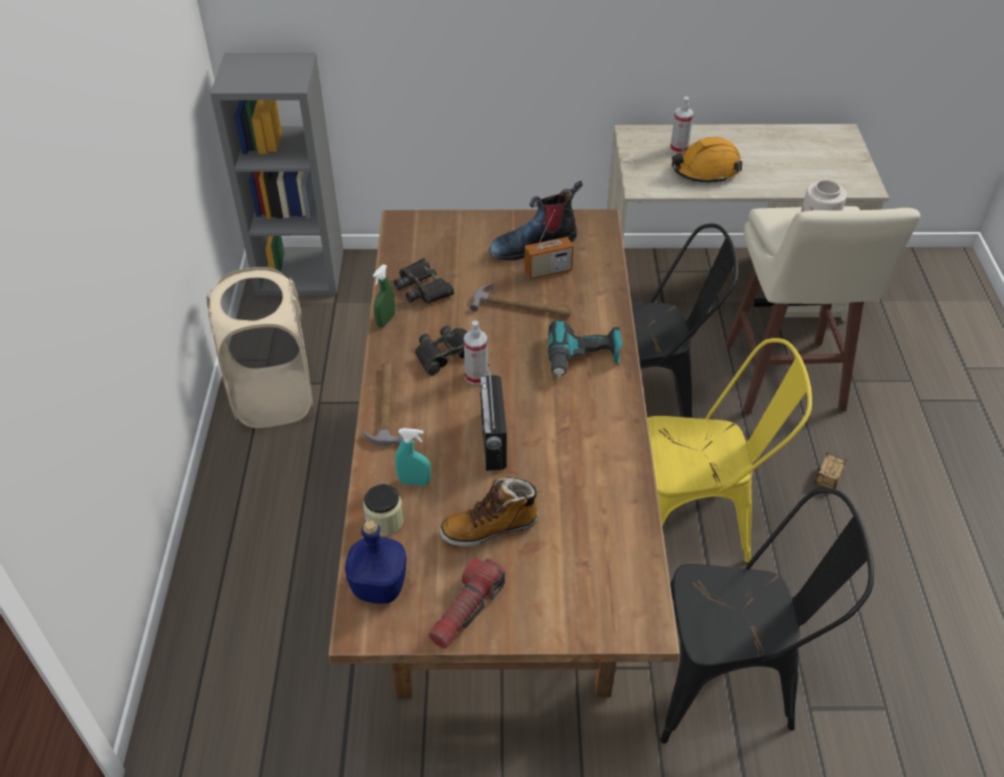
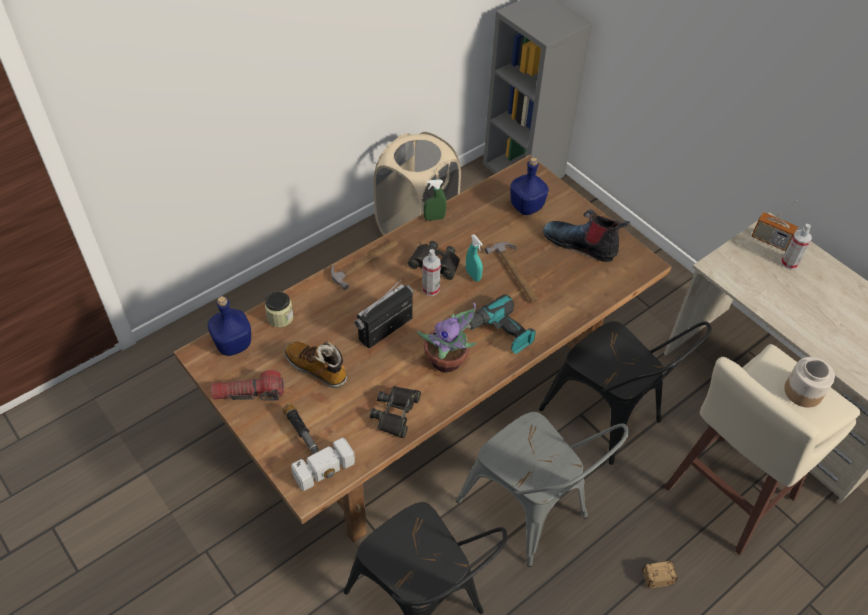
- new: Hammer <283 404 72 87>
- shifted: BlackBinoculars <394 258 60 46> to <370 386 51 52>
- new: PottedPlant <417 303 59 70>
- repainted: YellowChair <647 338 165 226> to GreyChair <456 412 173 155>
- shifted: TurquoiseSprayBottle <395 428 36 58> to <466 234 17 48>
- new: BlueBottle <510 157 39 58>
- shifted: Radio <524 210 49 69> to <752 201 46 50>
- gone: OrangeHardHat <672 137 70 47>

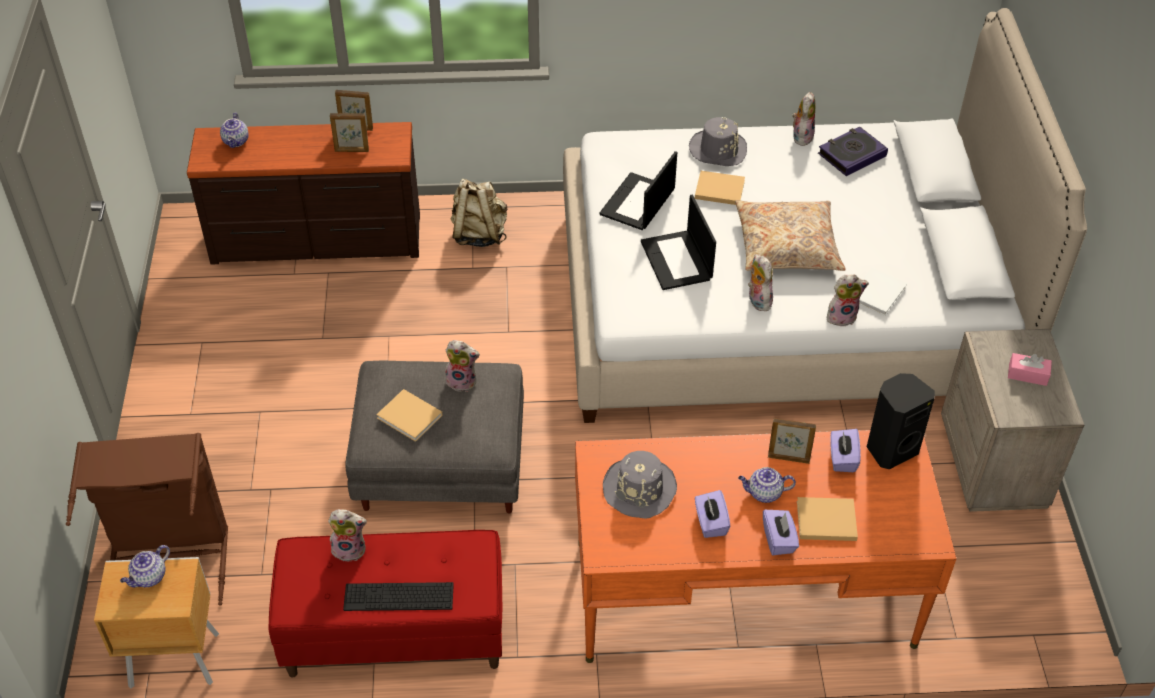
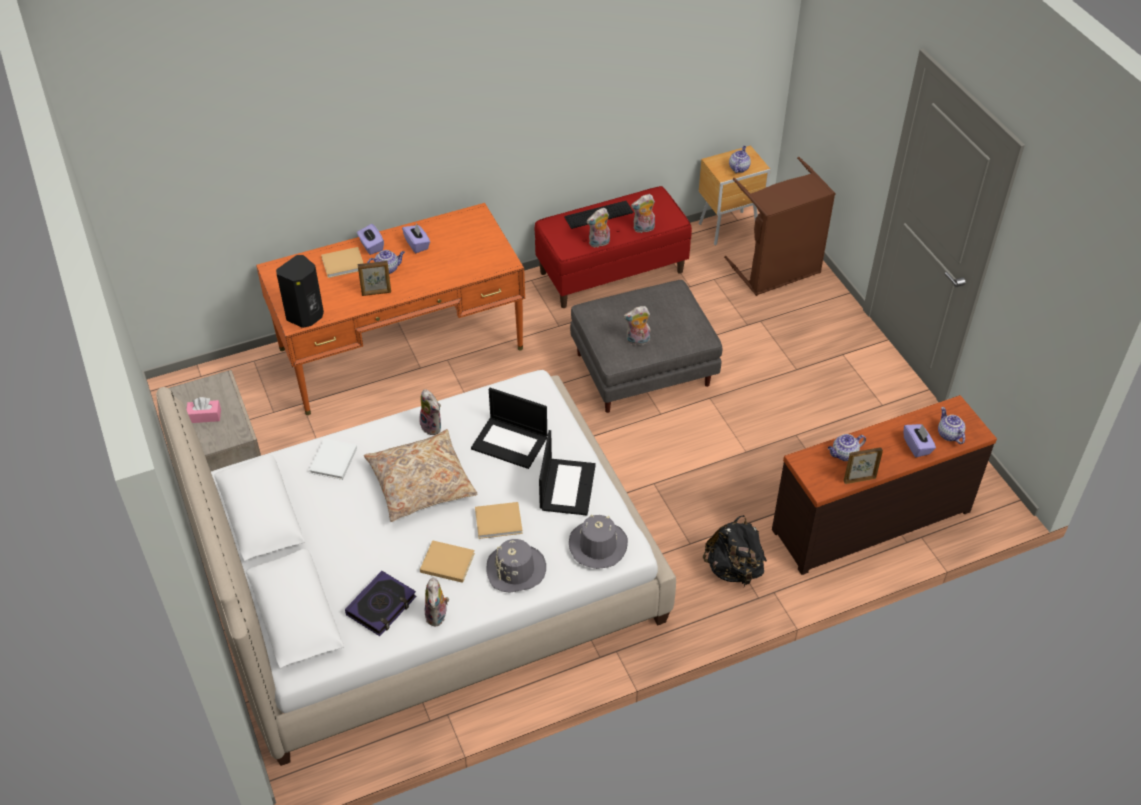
- shifted: BeigeBook <376 389 67 53> to <420 540 55 43>
- rotated: Laptop <641 195 75 95> = <471 388 76 81> 150 degrees clockwise
- shifted: GreyHat <603 451 74 68> to <569 514 59 55>
- shifted: PlushToy <827 274 42 53> to <587 208 23 40>
- repainted: BeigeBackpack <450 179 58 68> to BlackBackpack <703 515 64 72>
- swapped: PictureFrame <330 113 39 39> to Teapot <828 434 38 27>
- shifted: PurpleTissueBox <830 429 31 43> to <904 424 32 33>

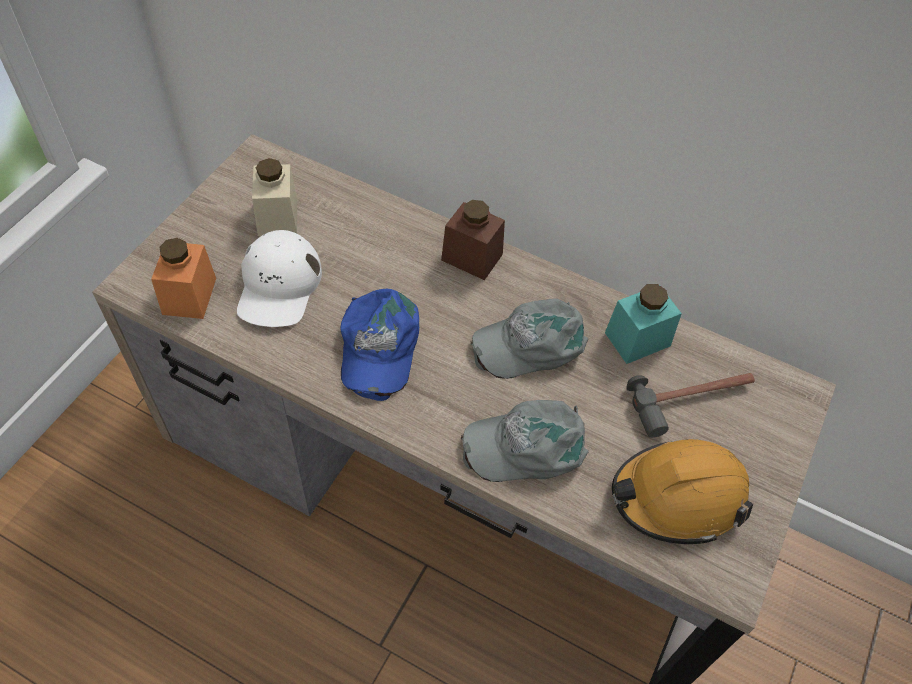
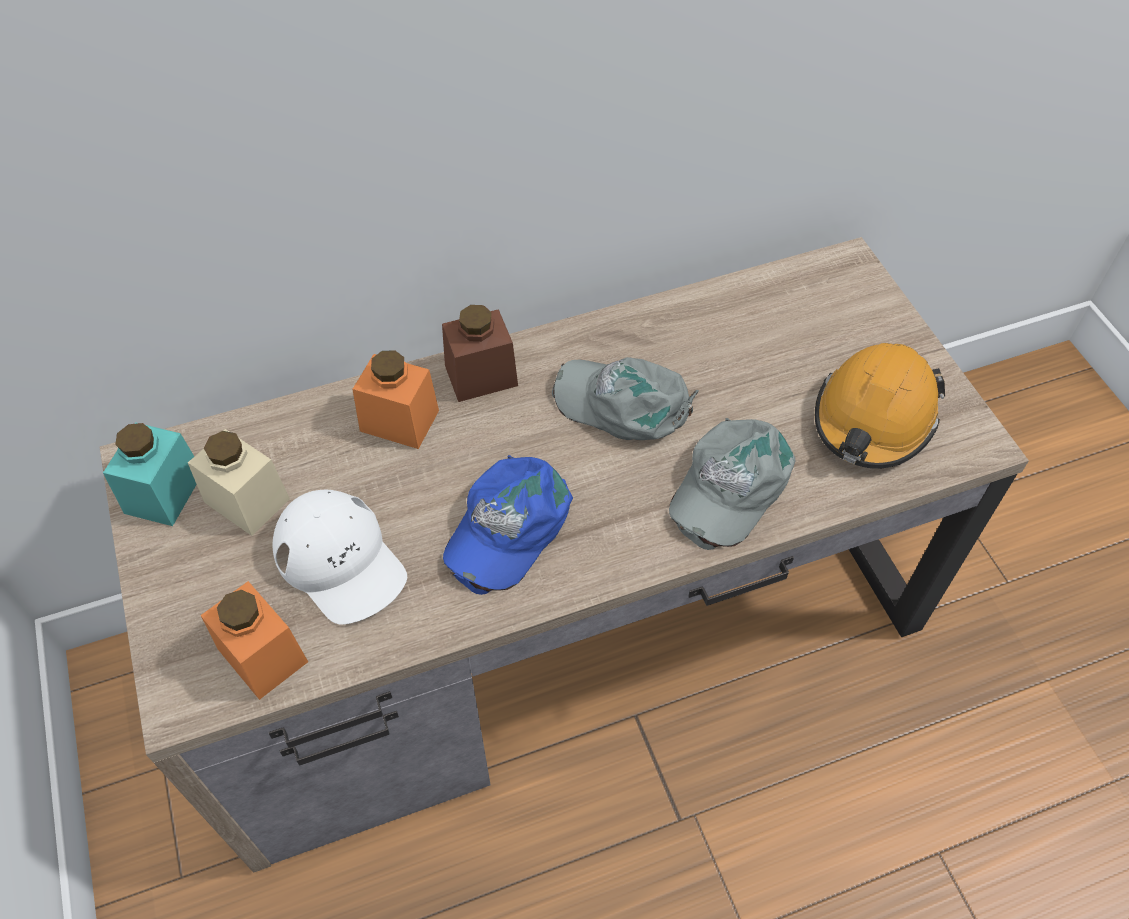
- shifted: TurquoiseJar <605 284 77 80> to <103 422 94 104>
- new: OrangeJar <352 350 87 99>
- rotated: BlueCap <341 289 78 112> = <443 455 130 140> 75 degrees clockwise
- rotated: GreyCap <471 298 117 81> = <552 357 147 83> 90 degrees clockwise
- gone: Hammer <627 373 128 65>

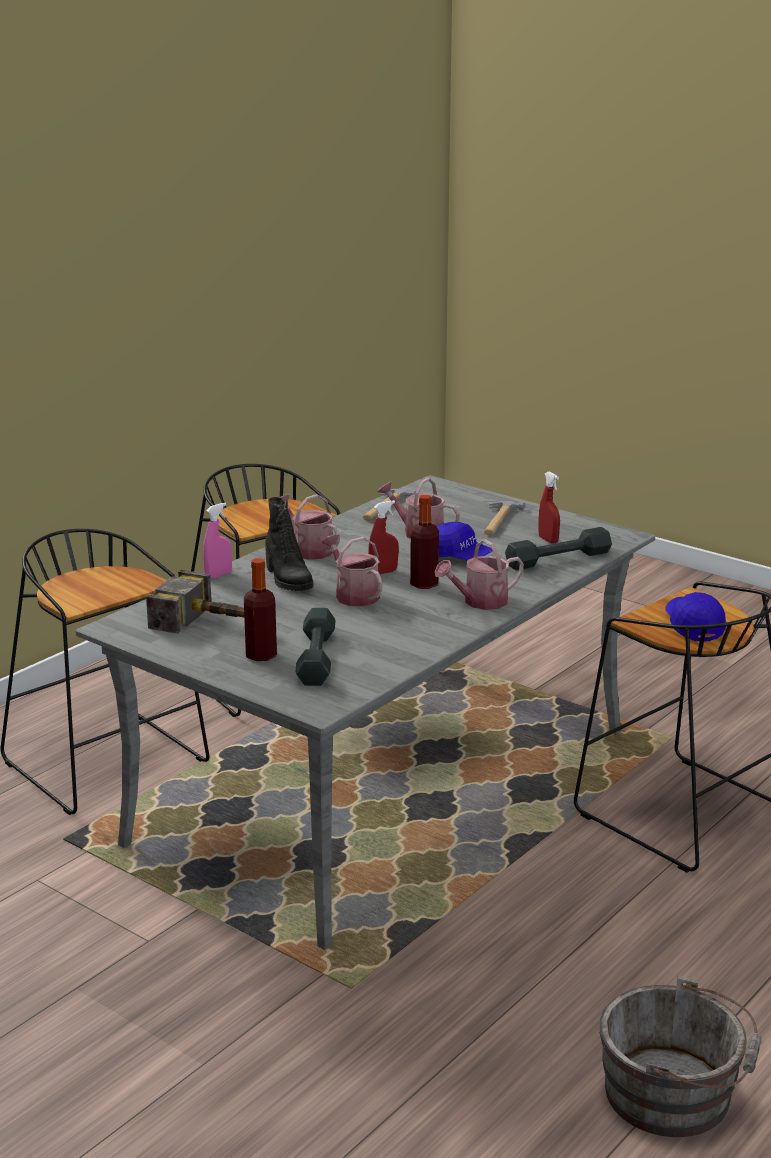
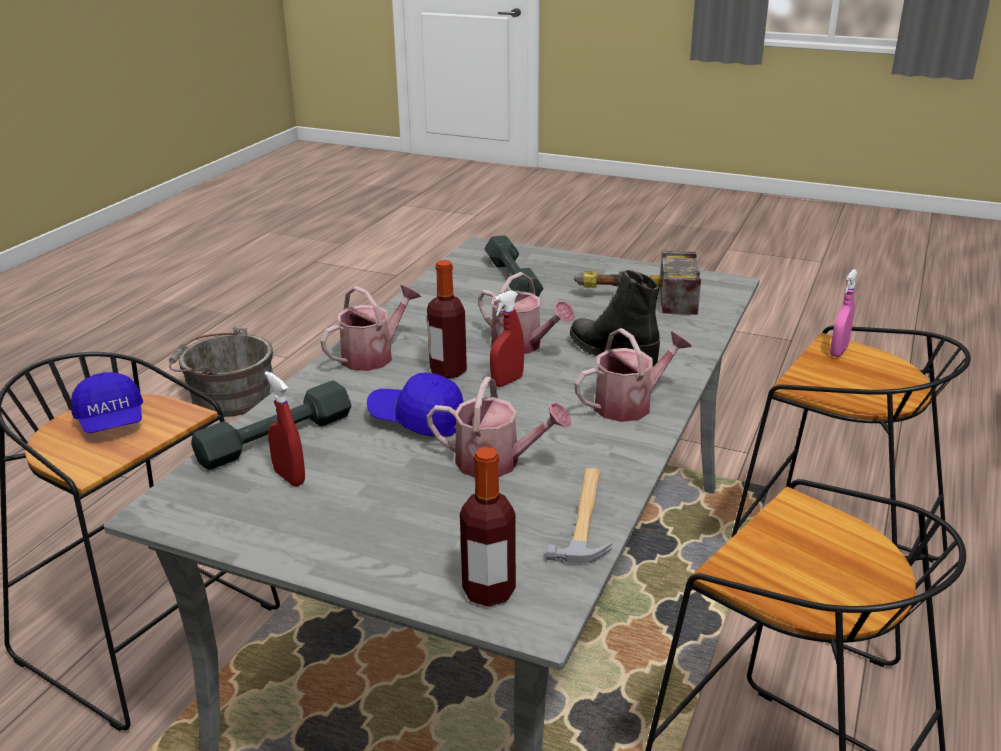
- shifted: Bottle <244 558 33 103> to <460 447 56 160>
- rotated: WateringCan <279 494 61 66> = <575 328 117 94> 60 degrees counterclockwise
- shifted: PinkSprayBottle <203 503 29 76> to <830 269 28 88>
- gone: Hammer <484 501 41 34>

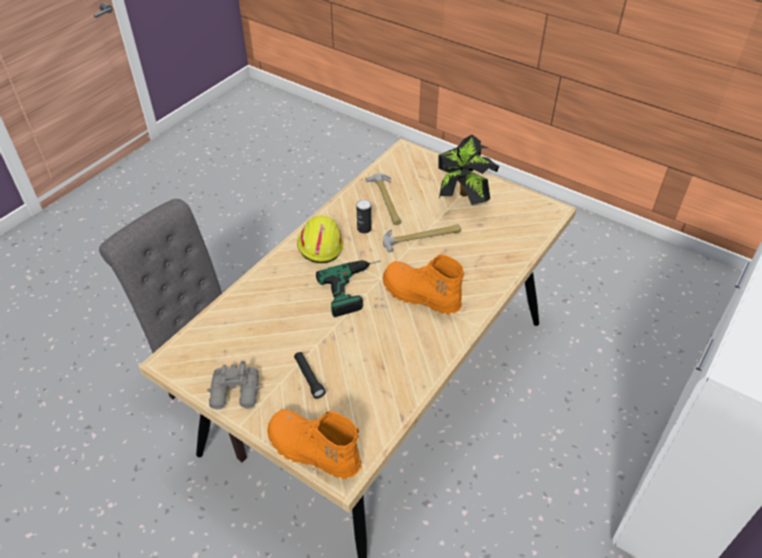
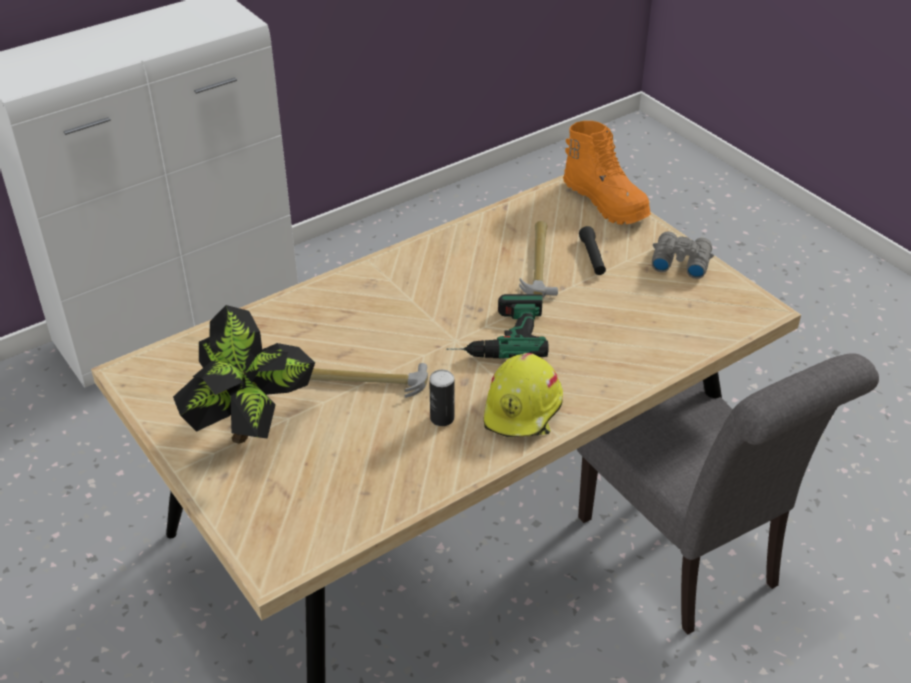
- shifted: Hammer <365 173 36 52> to <519 221 39 77>
- gone: OrangeBoot <382 254 82 61>

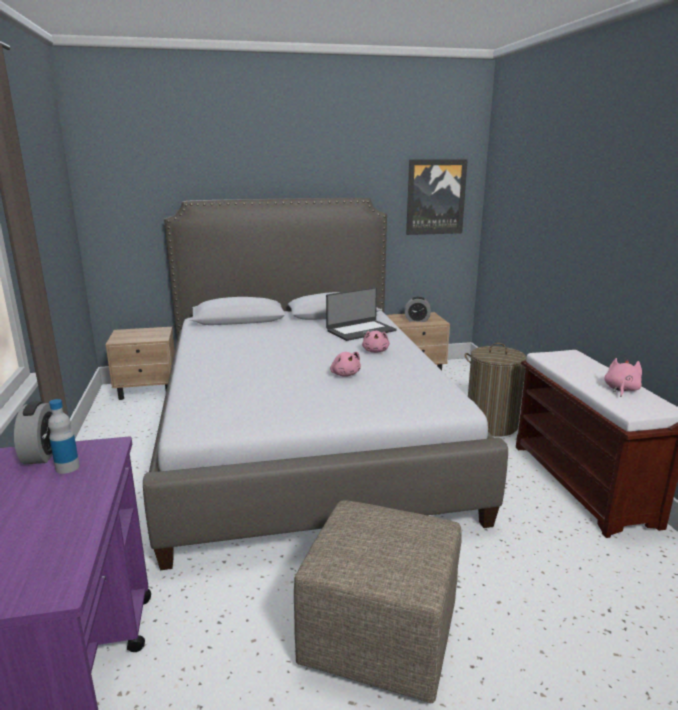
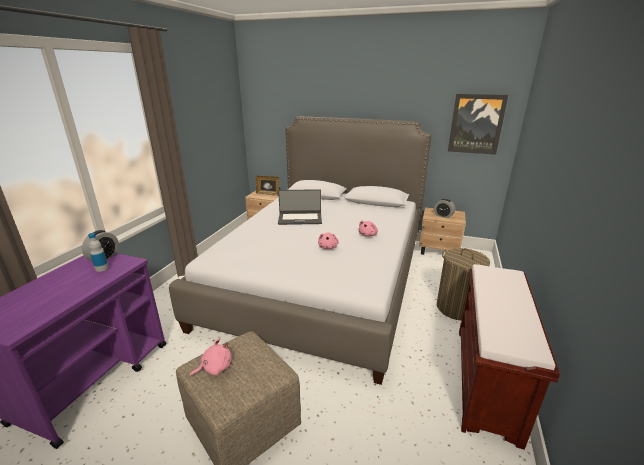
- shifted: PinkPlushToy <604 358 38 39> to <189 338 43 39>
- new: PictureFrame <256 176 23 20>
- shifted: Laptop <326 287 71 54> to <278 189 44 36>

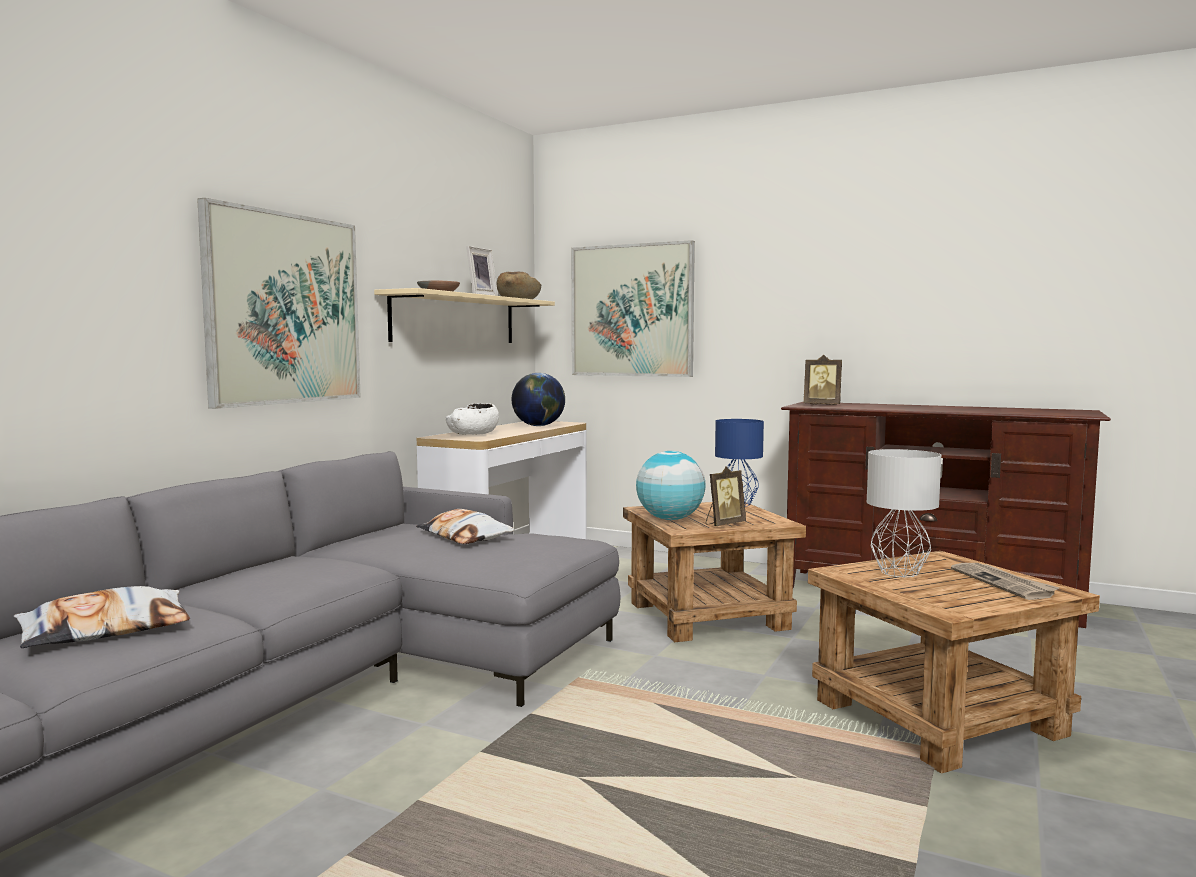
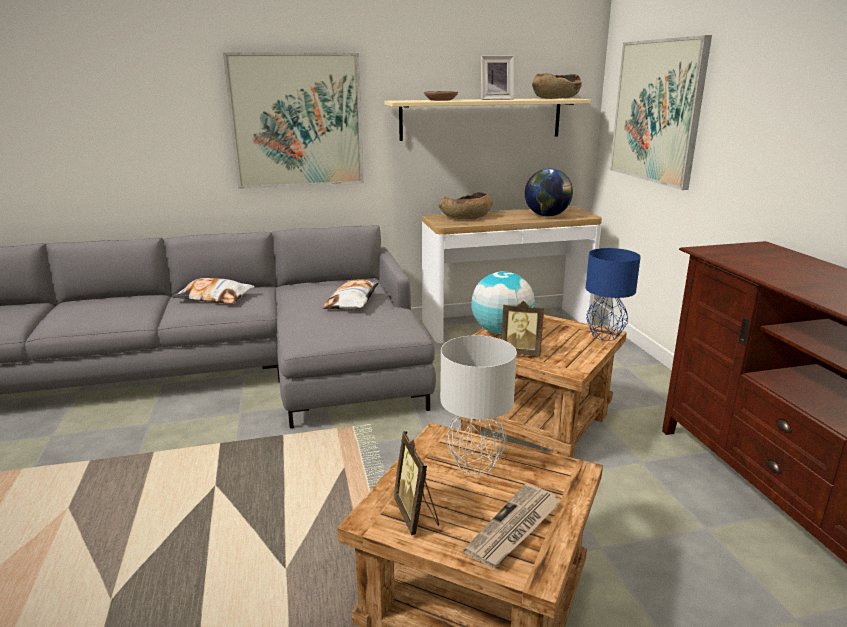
- shifted: Pillow <13 586 177 62> to <172 278 83 25>
- shifted: PictureFrame <804 355 38 50> to <394 431 45 104>
- repainted: WhiteBowl <446 403 53 32> to BrownBowl <439 192 54 27>

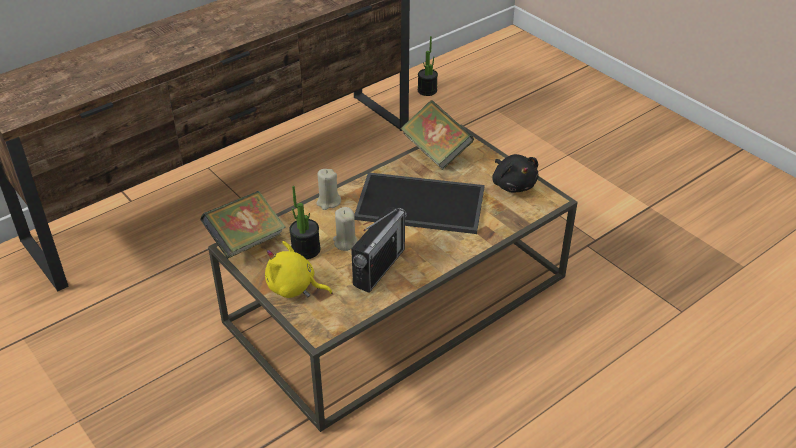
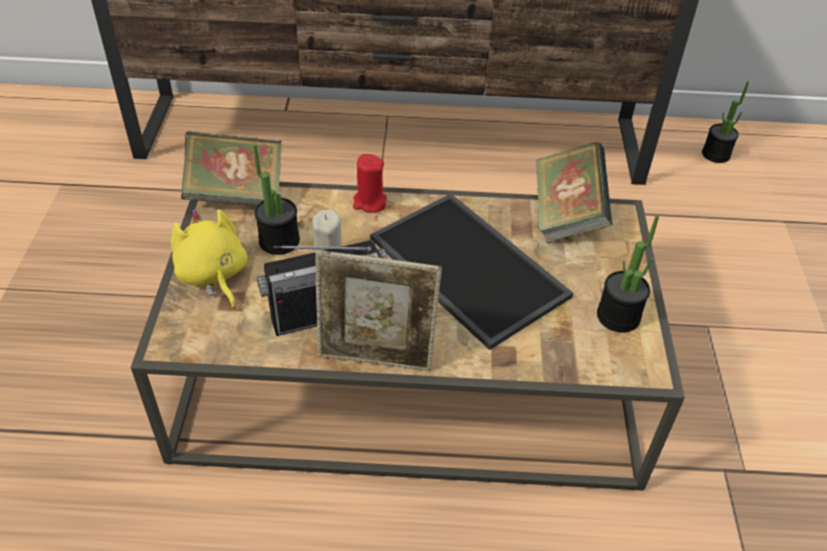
- new: PictureFrame <315 250 127 121>
- repainted: BeigeCandle <317 169 24 41> to RedCandle <353 154 34 59>
- swapped: BlackPlushToy <492 154 47 38> to PottedPlant <597 215 62 117>

